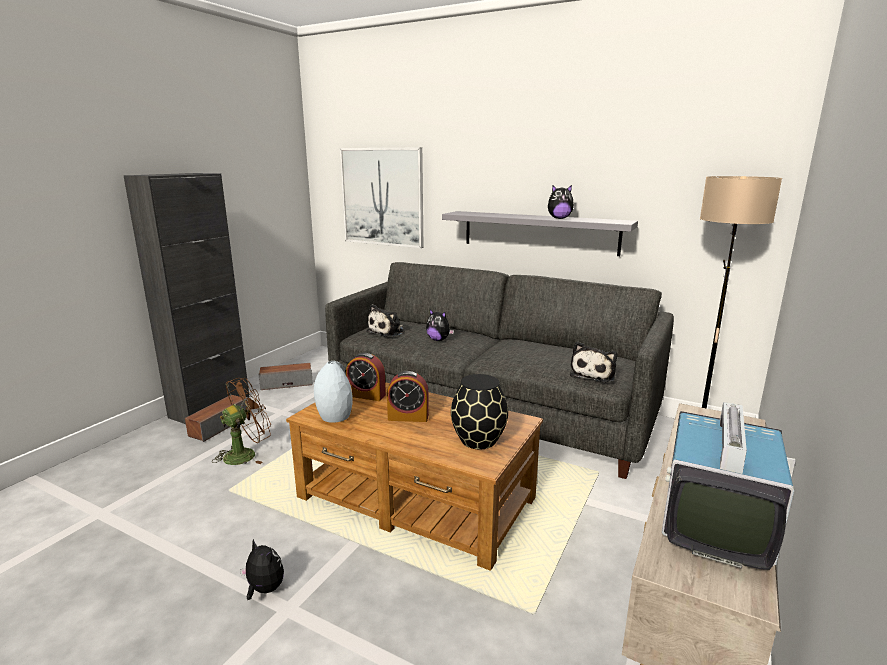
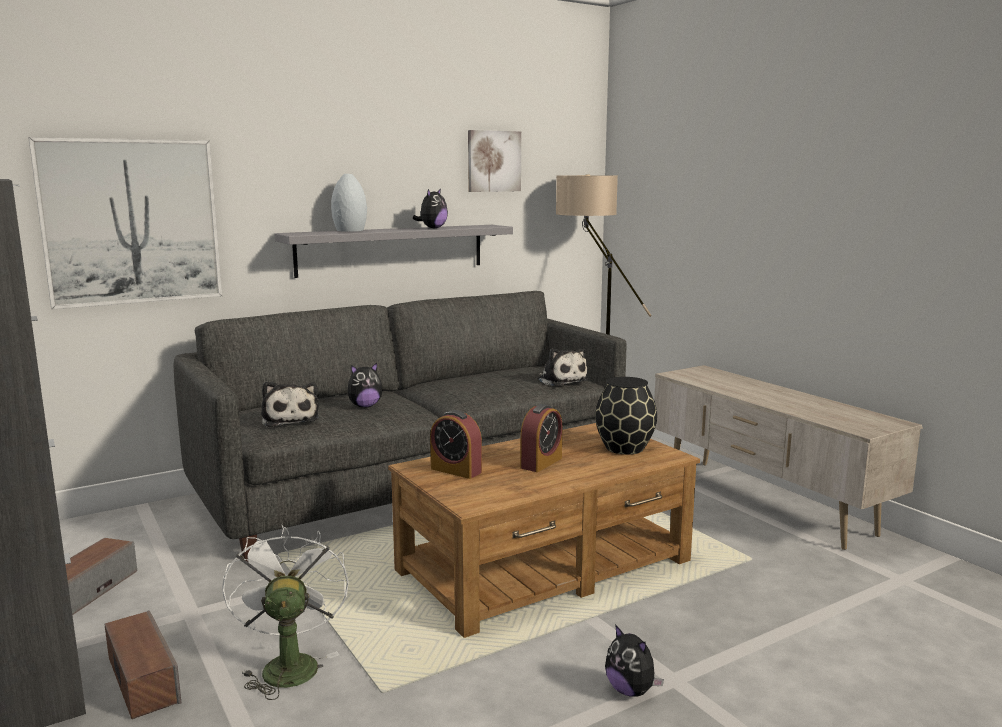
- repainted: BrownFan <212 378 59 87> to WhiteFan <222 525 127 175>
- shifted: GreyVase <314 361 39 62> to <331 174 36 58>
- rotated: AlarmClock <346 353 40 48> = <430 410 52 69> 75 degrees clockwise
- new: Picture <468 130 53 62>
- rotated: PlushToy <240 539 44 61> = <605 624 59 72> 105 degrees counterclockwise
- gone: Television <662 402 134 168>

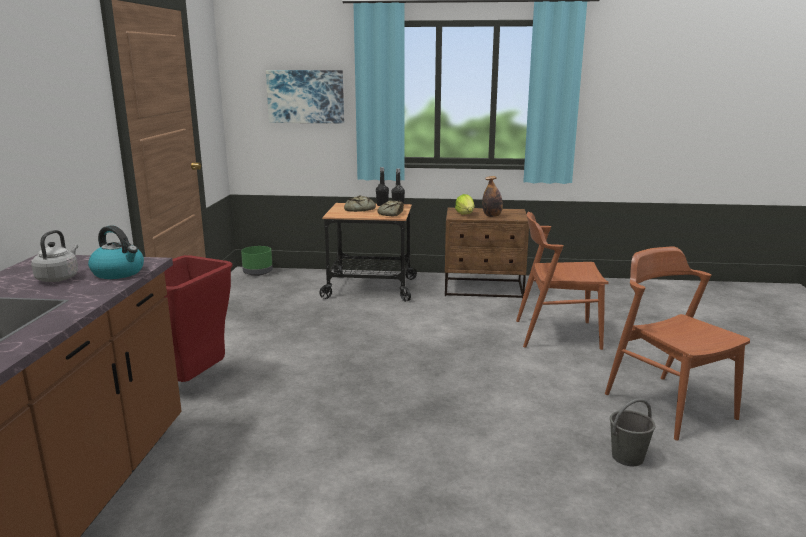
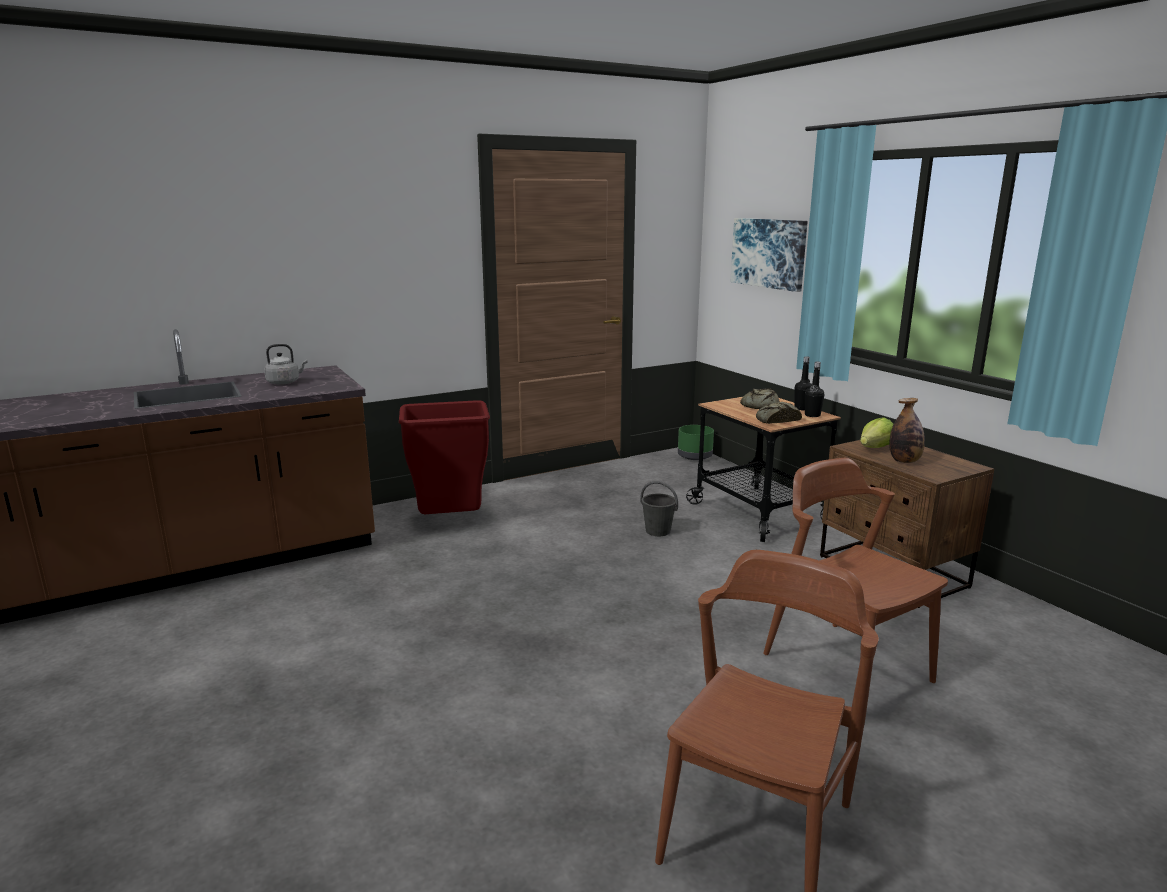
- shifted: GreyBucket <610 398 46 68> to <640 481 38 55>
- gone: Kettle <88 225 56 54>

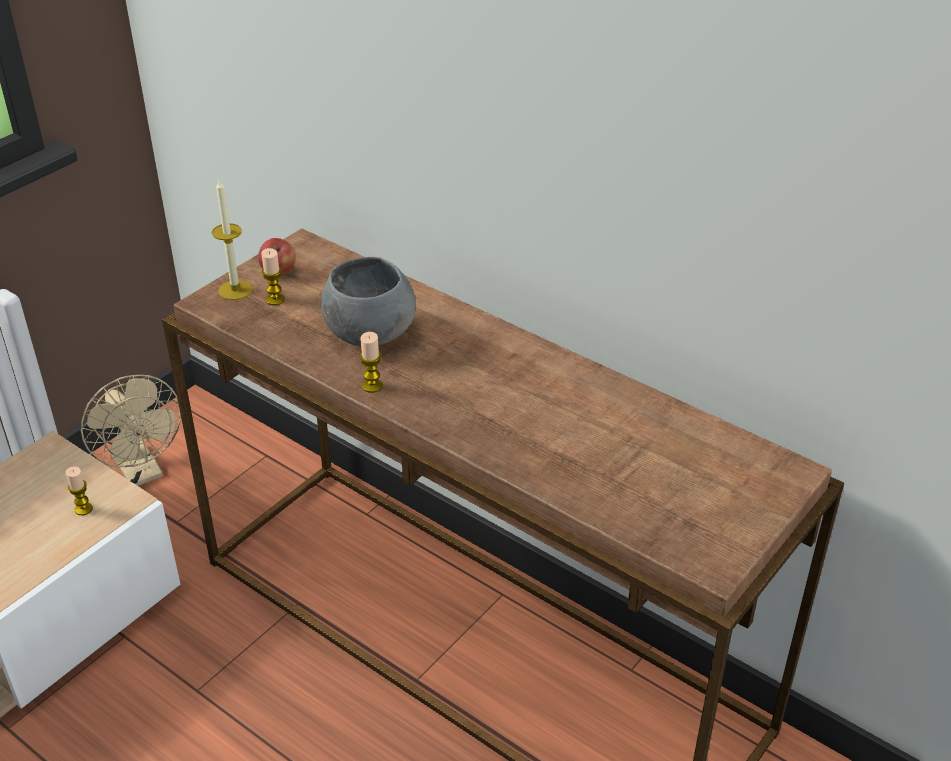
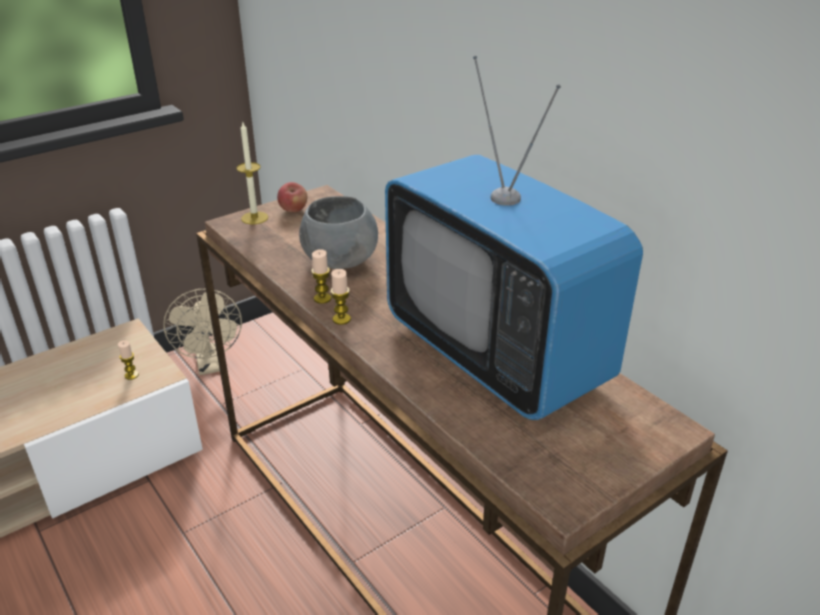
- shifted: Candle <261 248 24 57> to <330 269 21 56>
- new: Television <385 56 258 364>

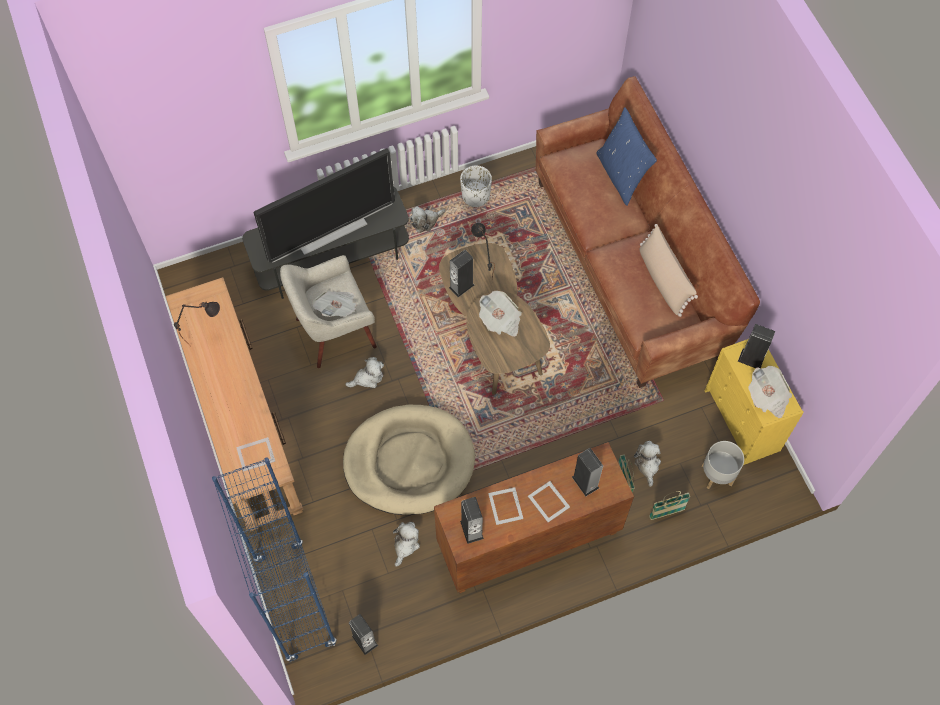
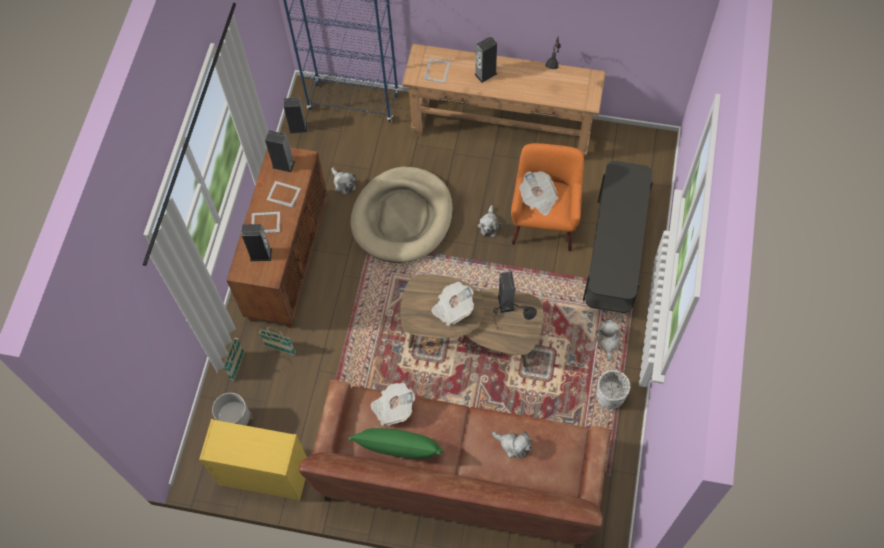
- repainted: BeigePillow <640 224 58 93> to GreenPillow <348 428 96 31>
- shifted: Newspaper <749 366 43 52> to <370 383 45 43>
- shifted: Speaker <738 324 37 44> to <474 36 23 47>
- shifted: PlushToy <634 441 27 46> to <492 431 40 27>
- repainted: BeigeArmchair <280 255 97 113> to OrangeArmchair <511 143 73 108>
- gone: Television <254 148 141 115>
- gone: BluePillow <596 107 61 99>

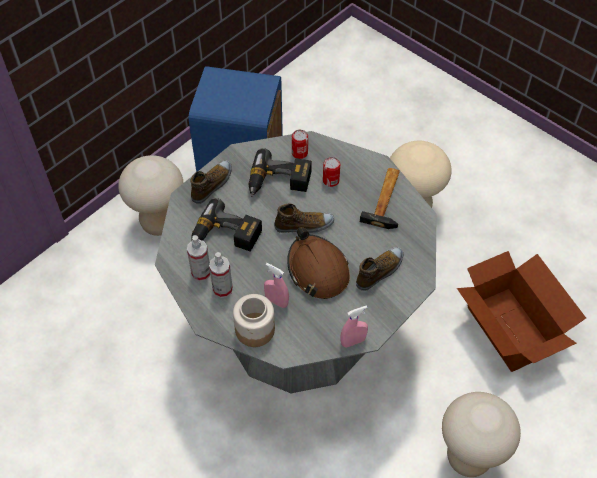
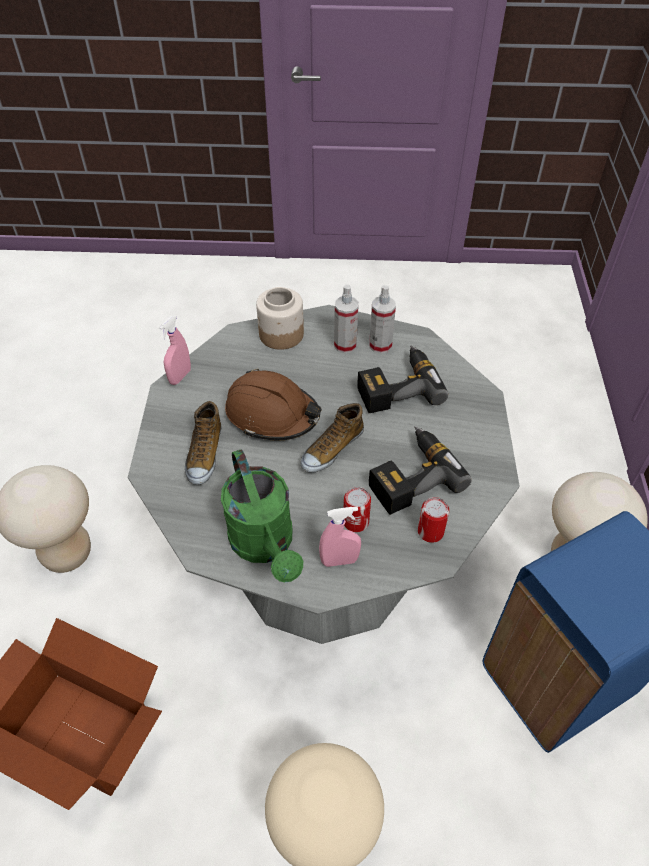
- swapped: Hammer <360 168 40 61> to GreenWateringCan <221 449 82 133>
- shifted: PinkSprayBottle <264 263 25 45> to <319 506 42 61>
- gone: Shoe <190 160 42 44>

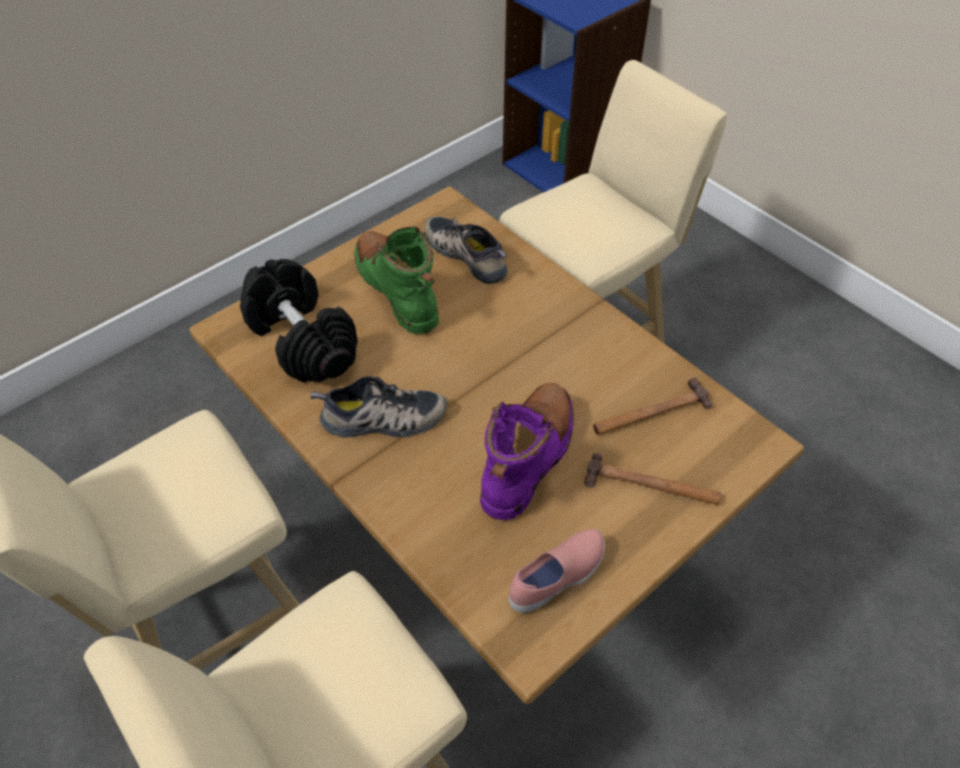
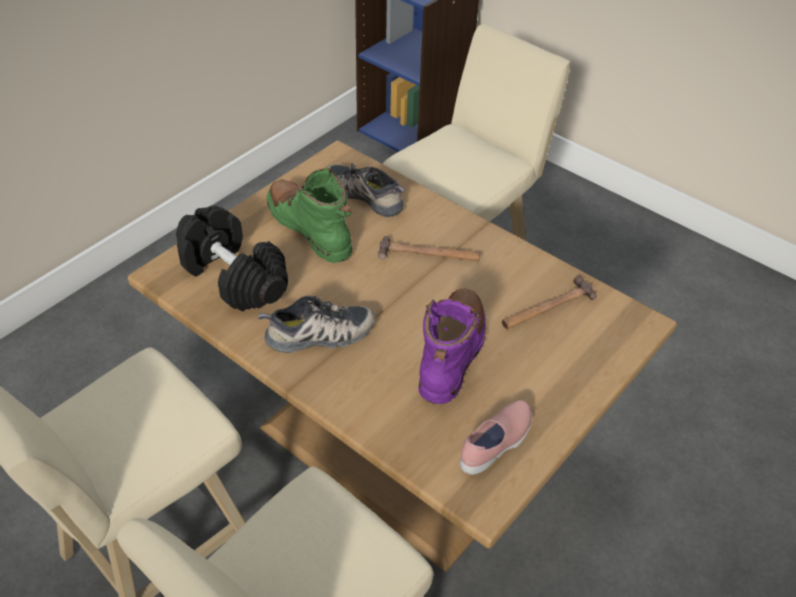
- shifted: Hammer <584 453 137 52> to <378 236 102 25>

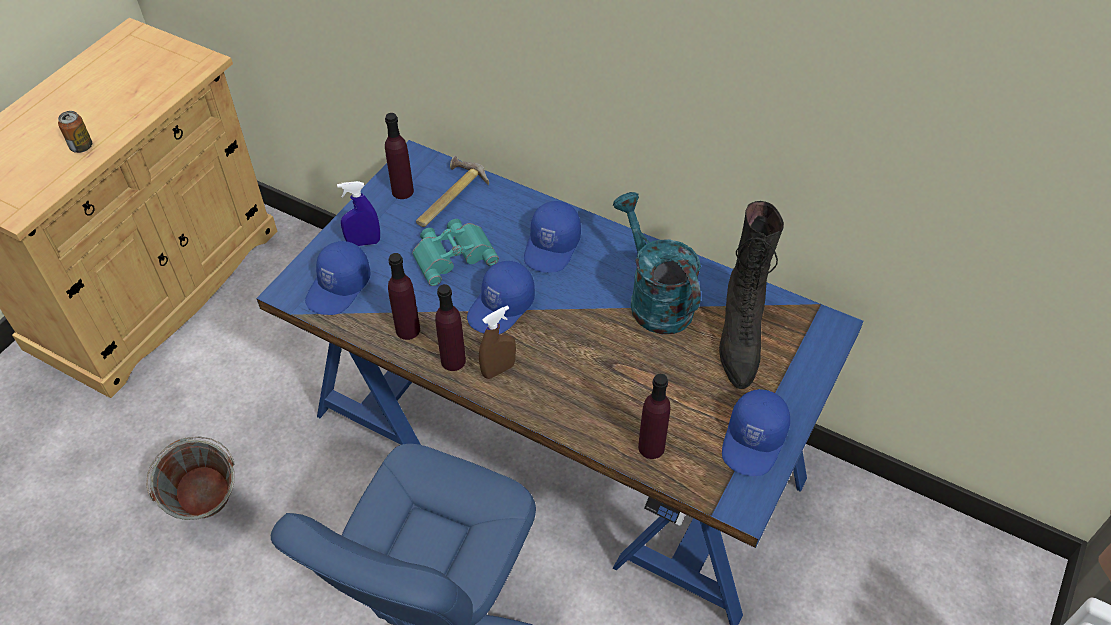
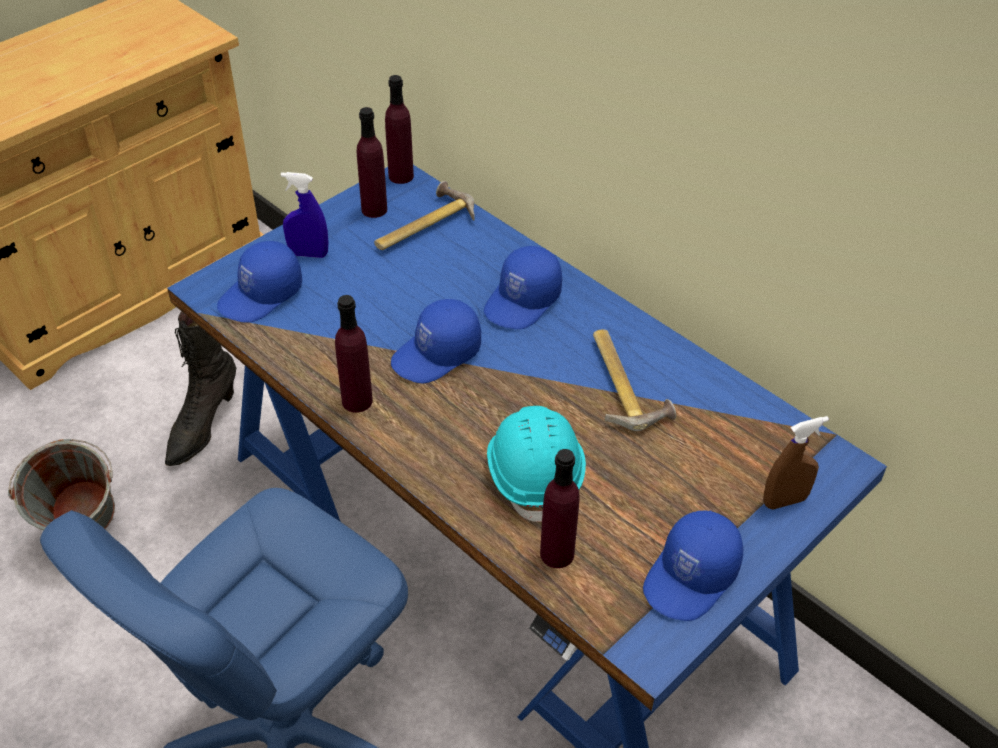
- shifted: BlackBoot <719 201 65 188> to <165 311 71 155>
- shifted: PurpleBottle <388 253 32 87> to <385 75 29 109>
- new: TurquoiseHardHat <487 406 99 116>
- swapped: TurquoiseWateringCan <613 192 88 142> to Hammer <593 329 83 102>
- shifted: BrownSprayBottle <479 305 37 74> to <763 416 66 93>
- gone: Can <58 111 34 42>
- gone: TurquoiseBinoculars <412 219 87 67>

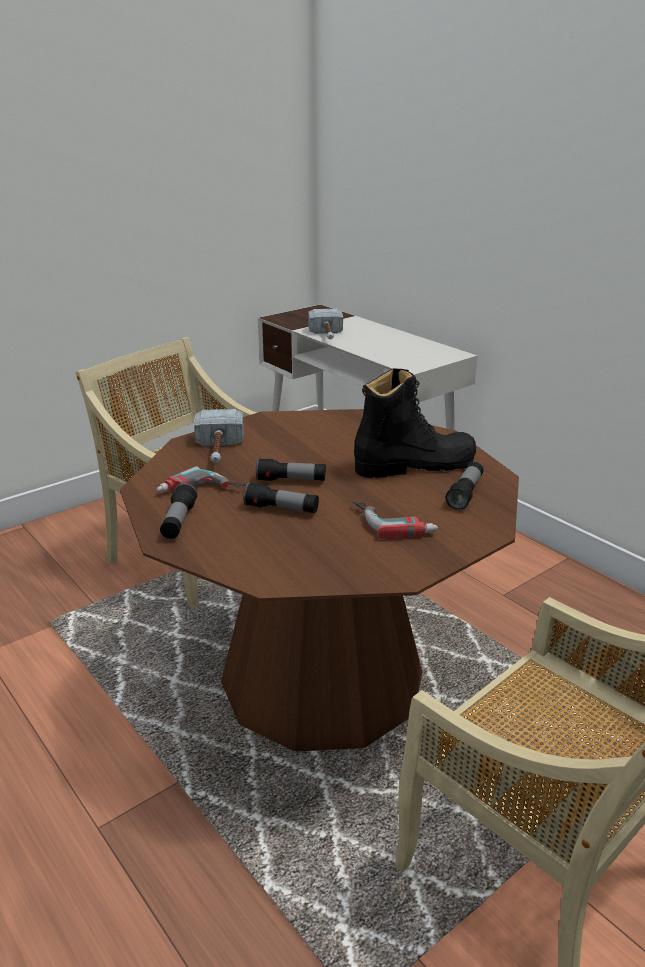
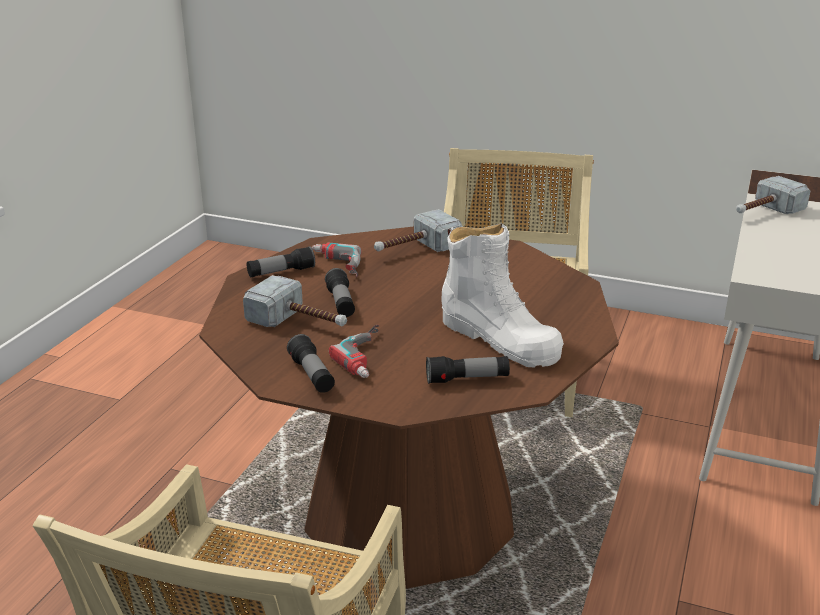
- new: Hammer <243 275 104 52>
- shifted: Flashlight <256 458 70 23> to <287 334 48 59>
- repainted: BlackBoot <354 368 122 110> to WhiteBoot <441 223 123 145>

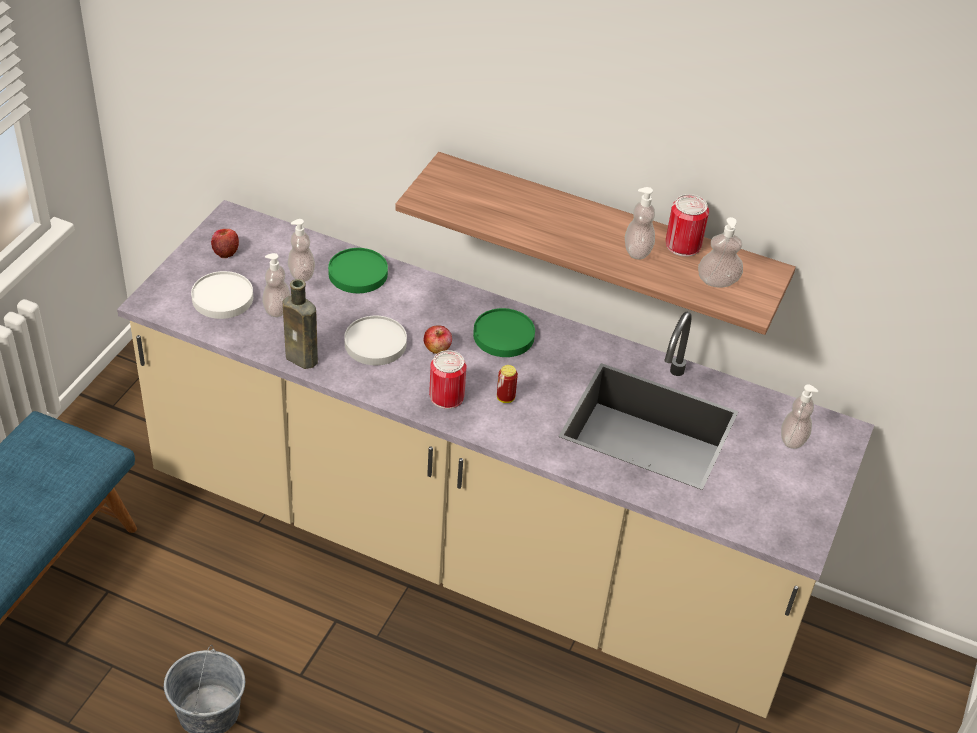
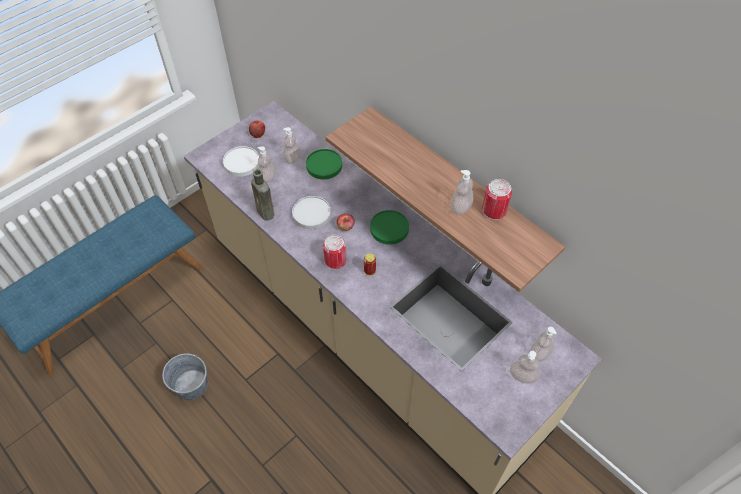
- shifted: SoapDispenser <698 217 45 71> to <510 351 30 32>

